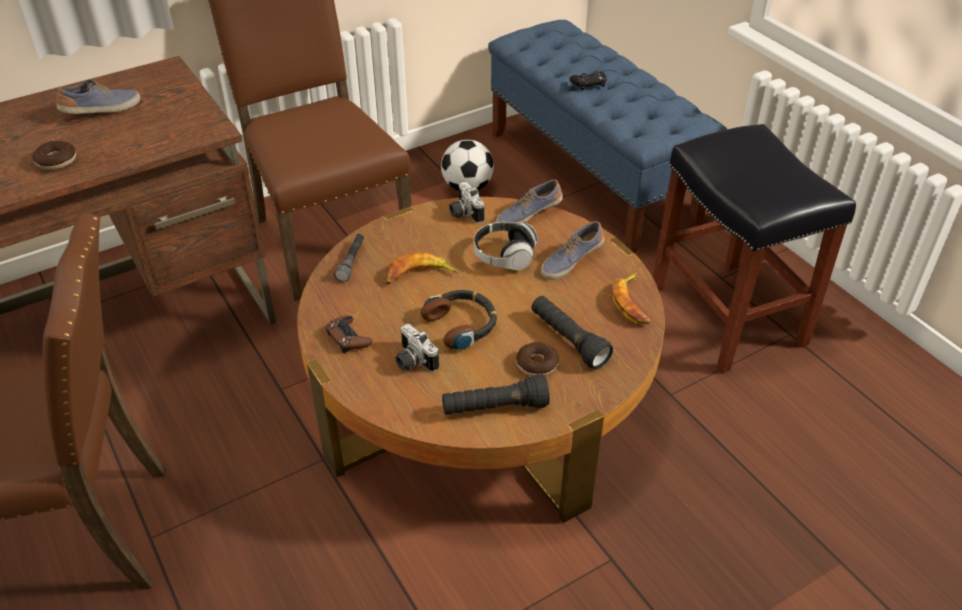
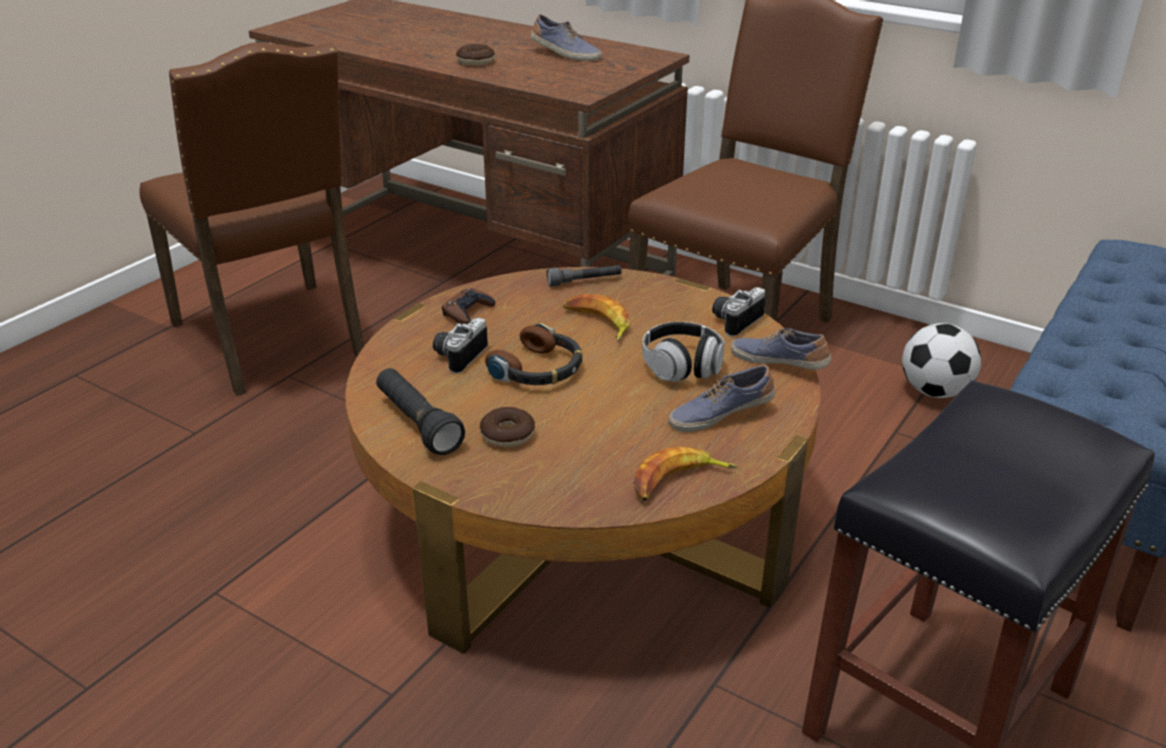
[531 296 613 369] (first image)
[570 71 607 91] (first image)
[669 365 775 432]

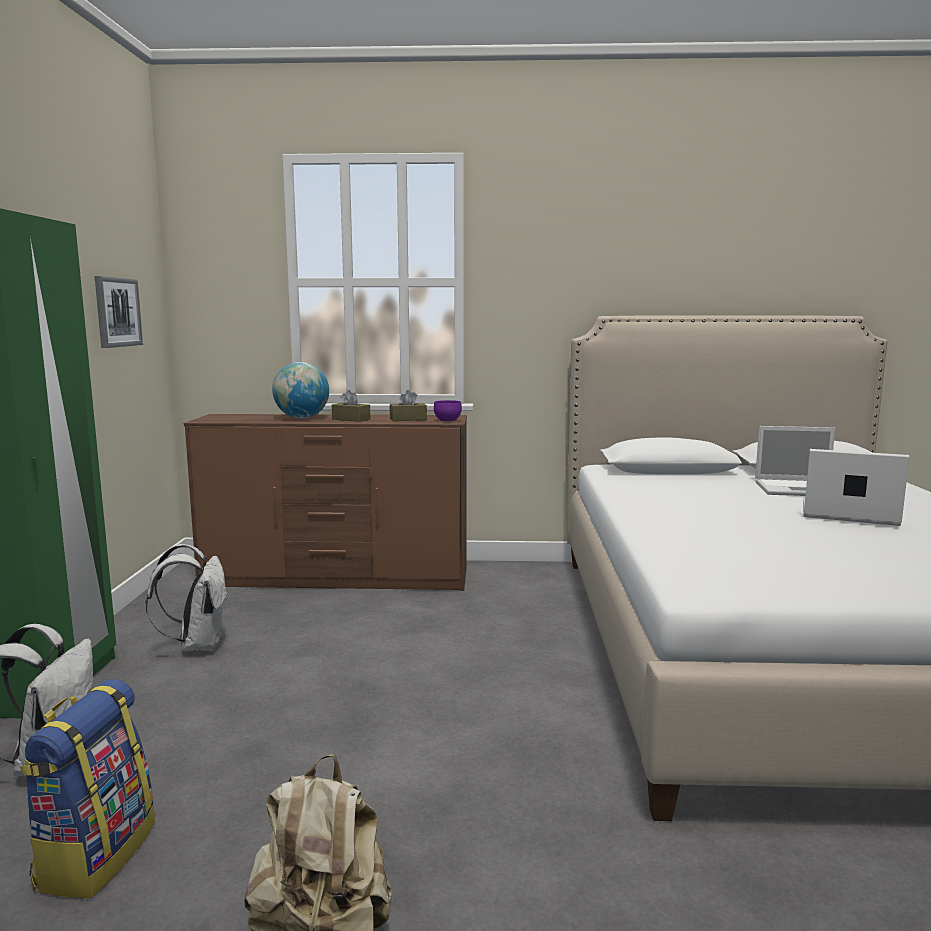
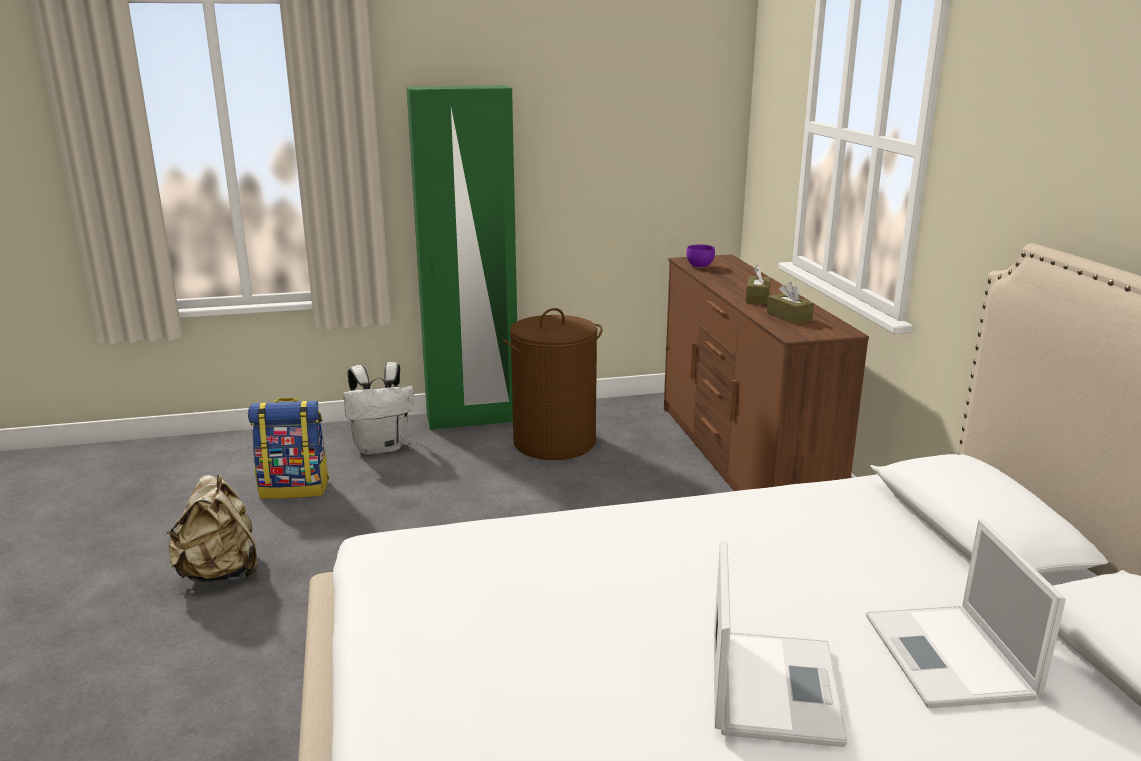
[95 276 143 348] (first image)
[272 362 329 418] (first image)
[686 245 715 268]
[502 308 602 460]

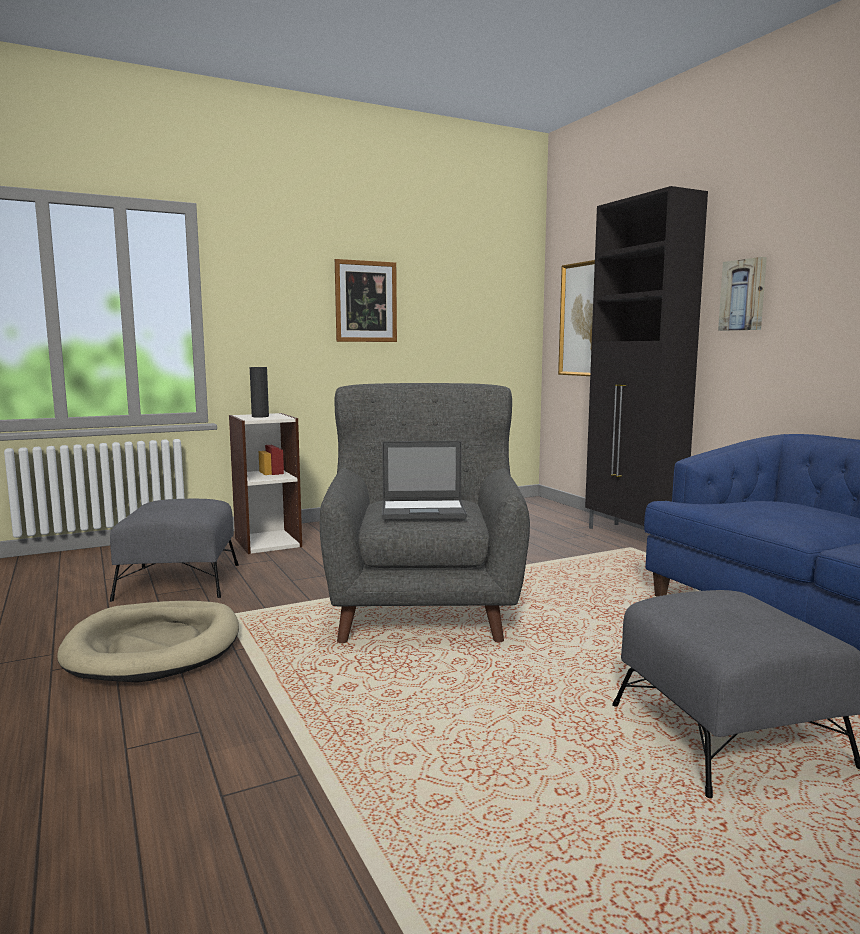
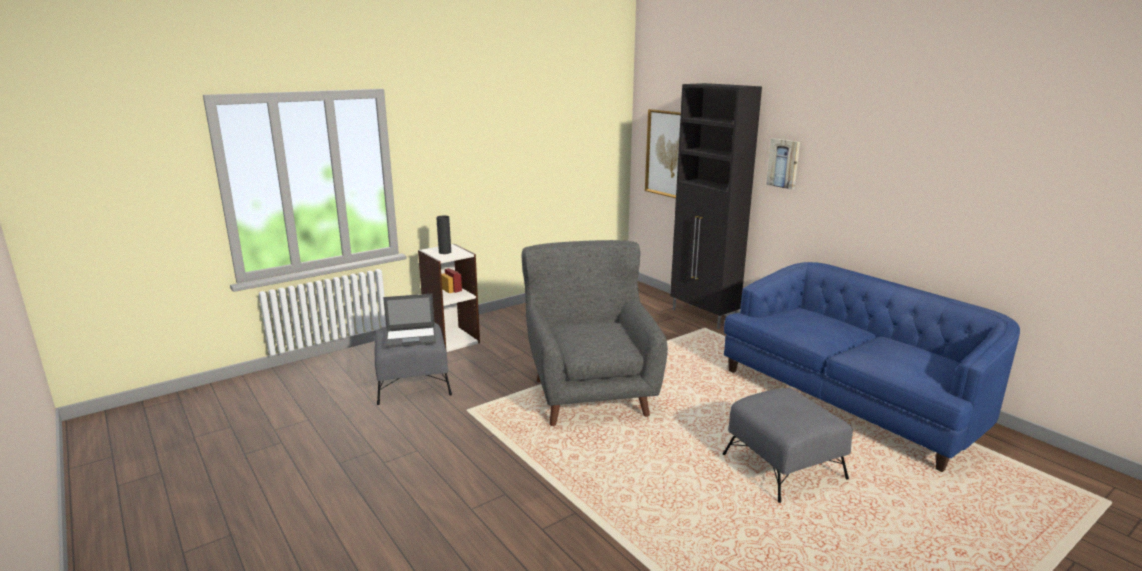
[57 601 239 682] (first image)
[335 259 397 342] (first image)
[383 294 436 348]

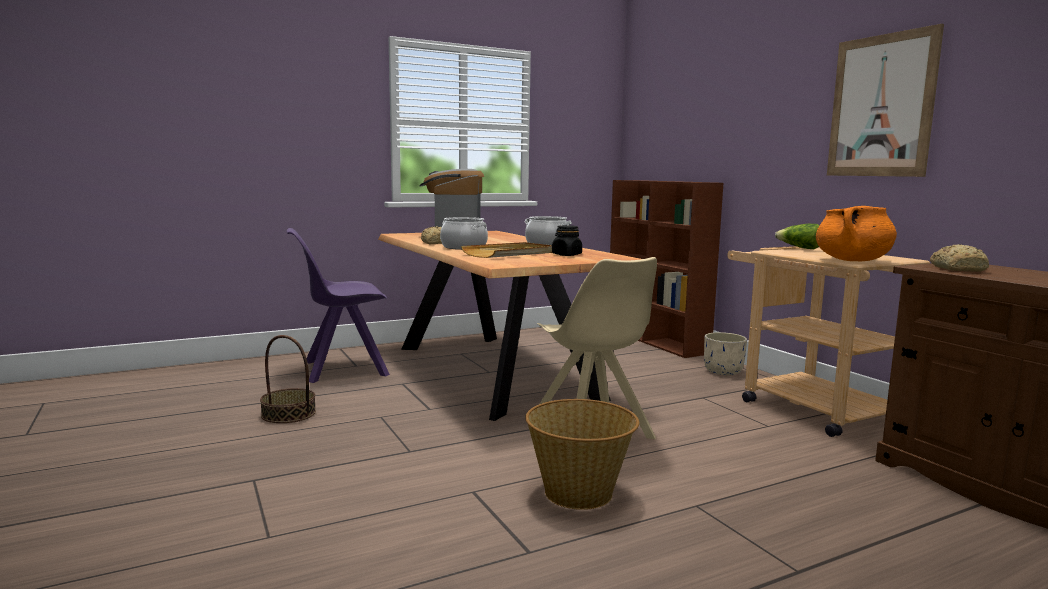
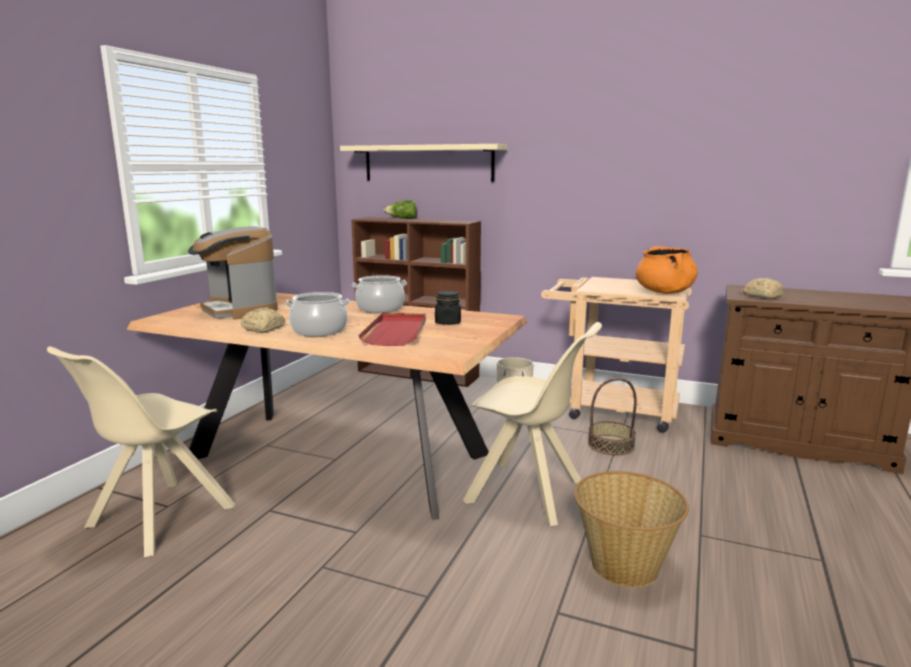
[827 24 944 177] (first image)
[340 144 508 182]
[588 378 637 455]
[384 200 416 219]
[47 346 235 557]
[358 313 426 346]

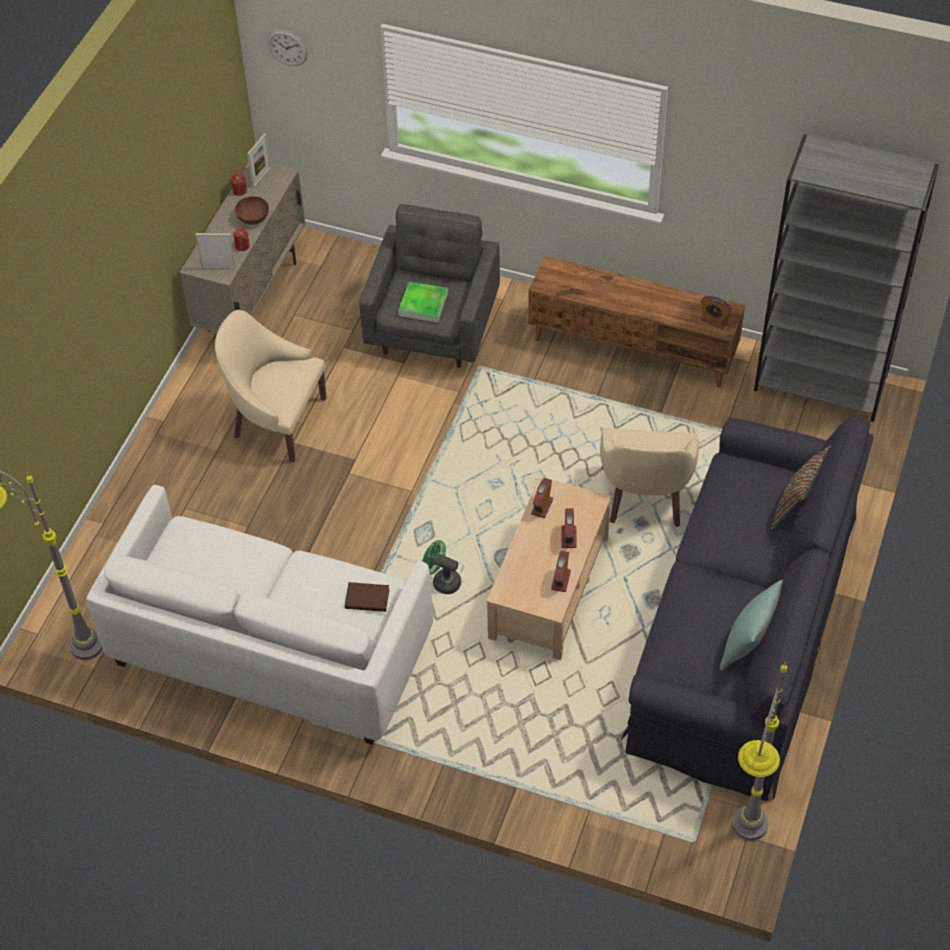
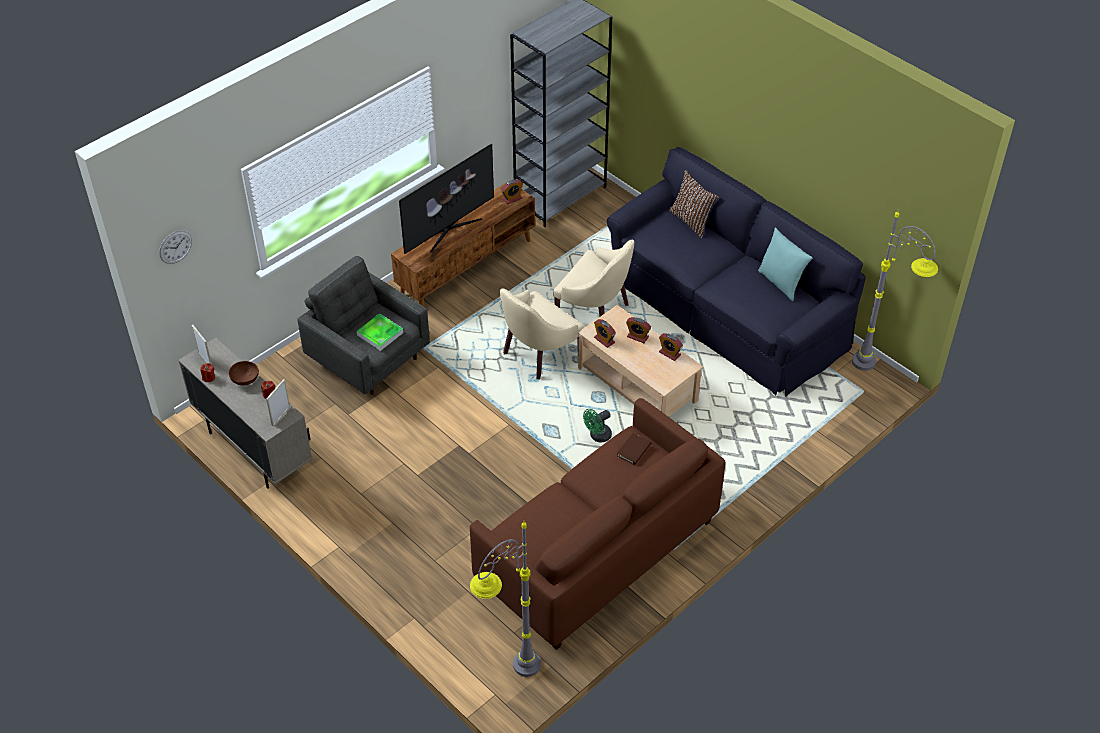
[399 144 494 254]
[500 288 585 380]
[470 398 725 650]

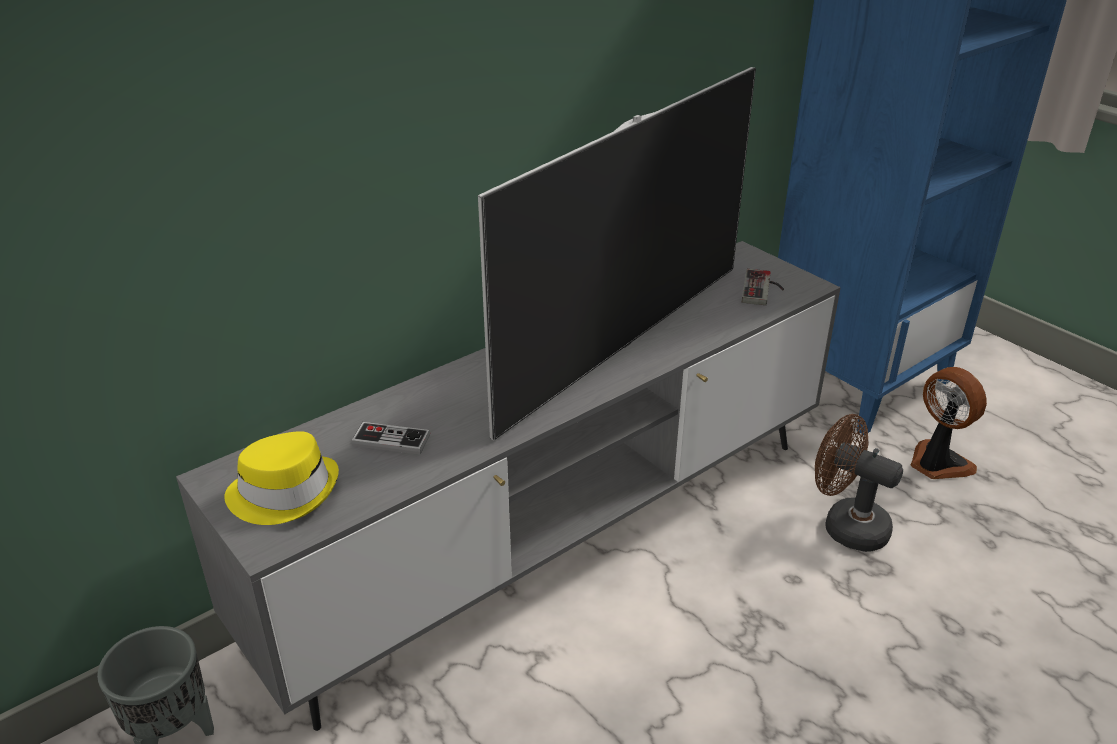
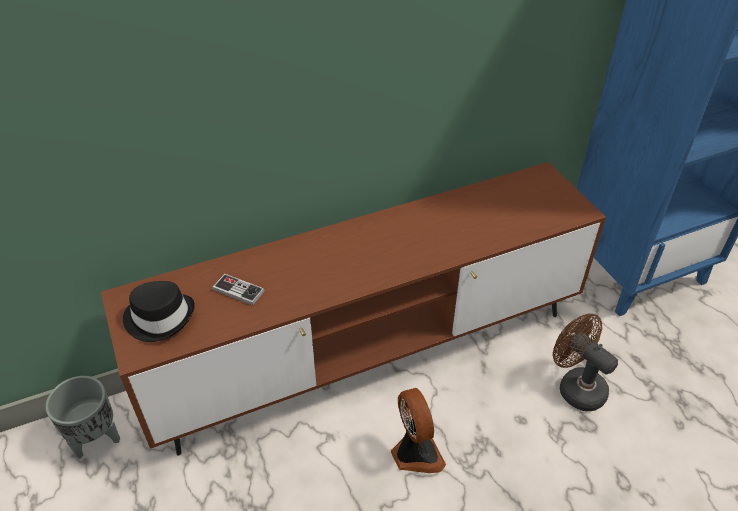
[478 67 756 440] (first image)
[742 269 784 305] (first image)
[391 388 446 473]
[101 162 606 456]
[123 281 195 342]

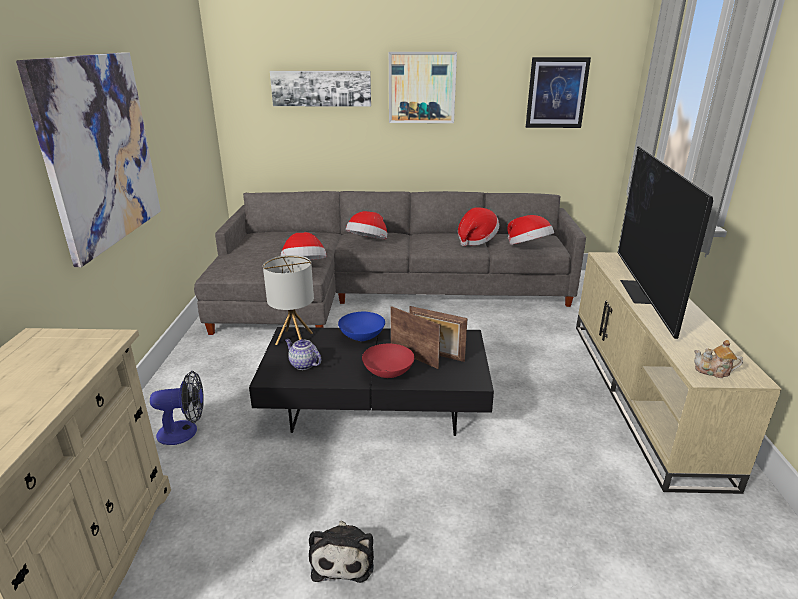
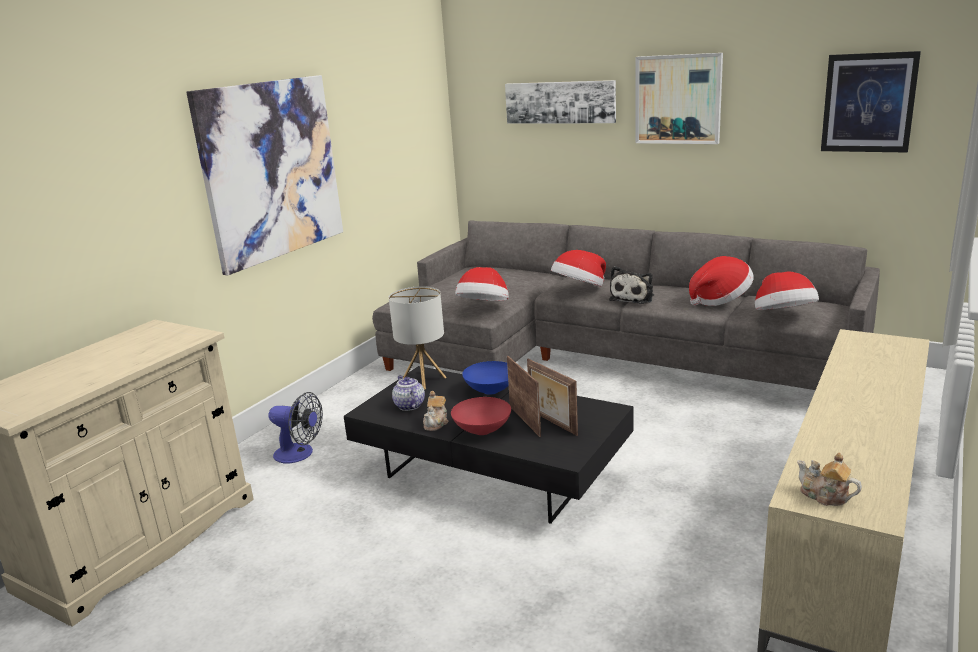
[618 146 713 339] (first image)
[423 391 448 431]
[609 266 654 304]

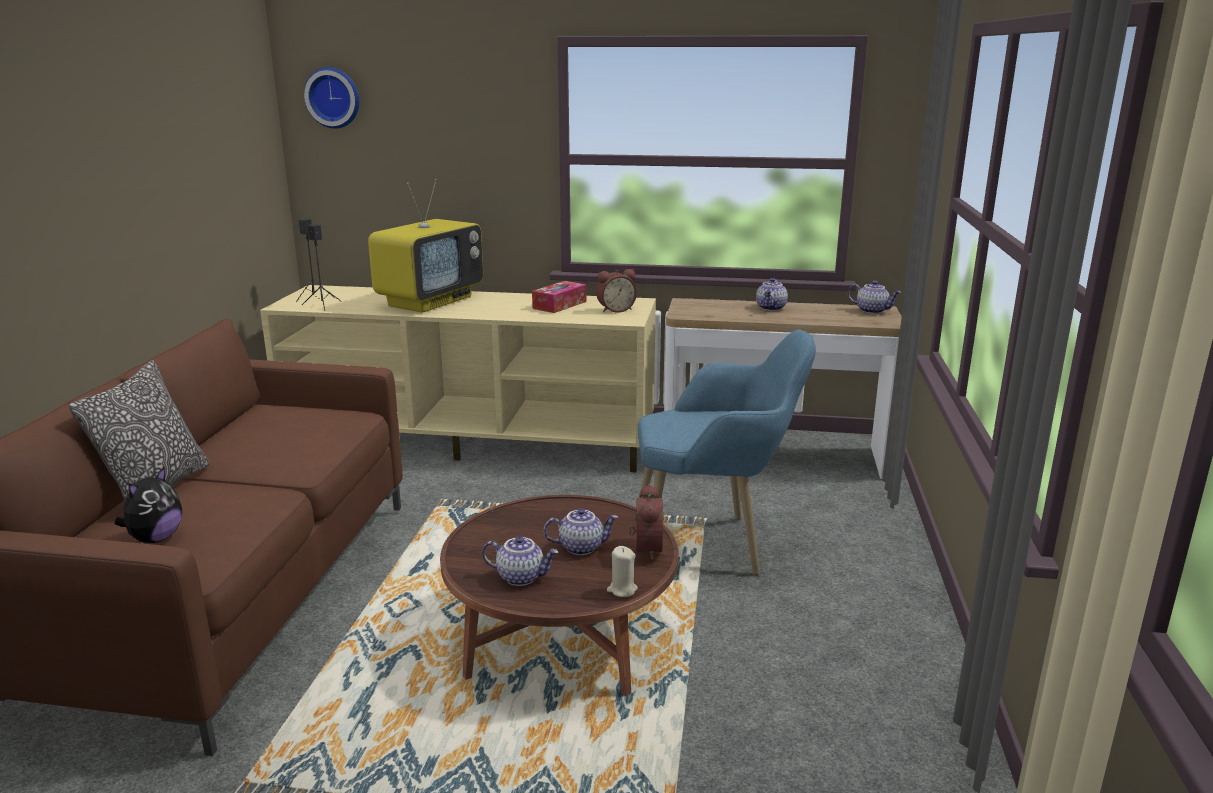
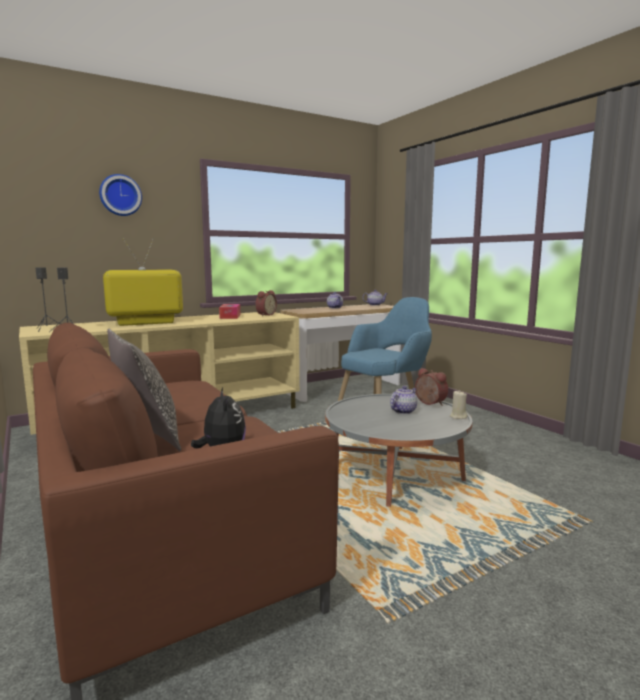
[482 536 558 586] (first image)
[99 174 142 216]
[325 394 473 507]
[103 238 183 326]

